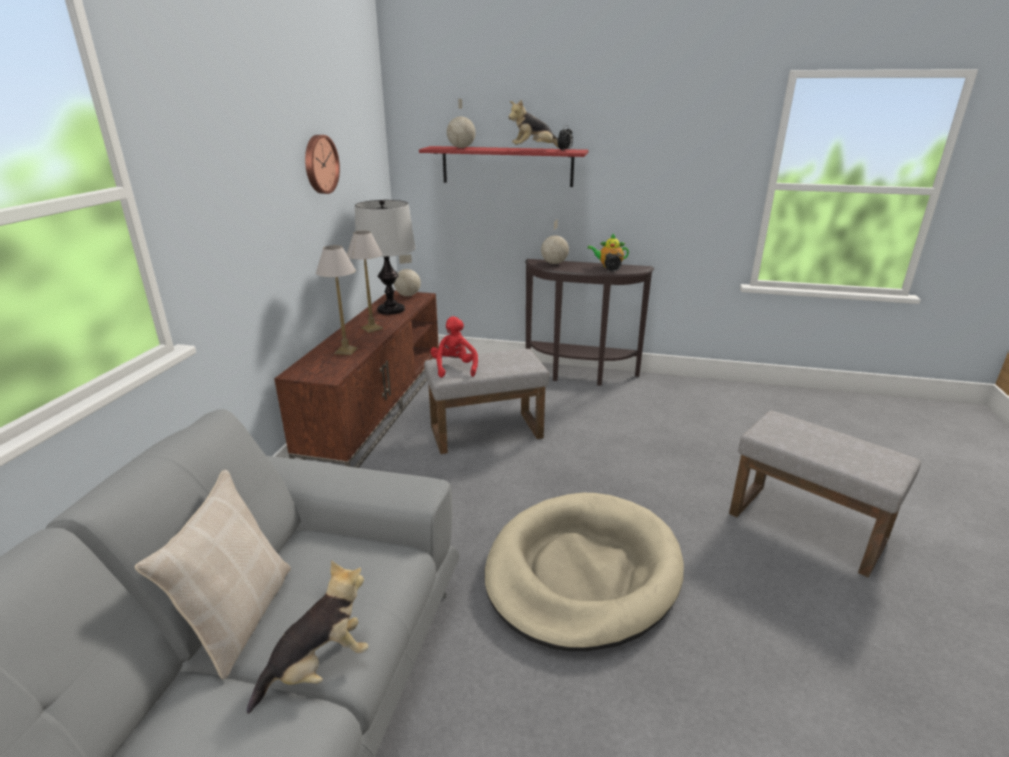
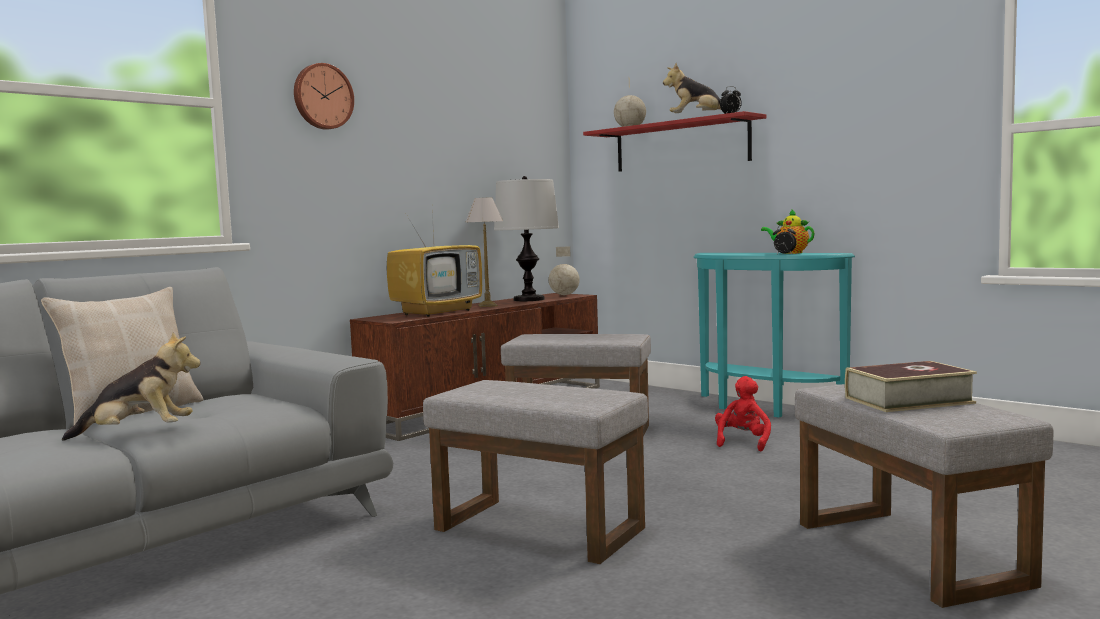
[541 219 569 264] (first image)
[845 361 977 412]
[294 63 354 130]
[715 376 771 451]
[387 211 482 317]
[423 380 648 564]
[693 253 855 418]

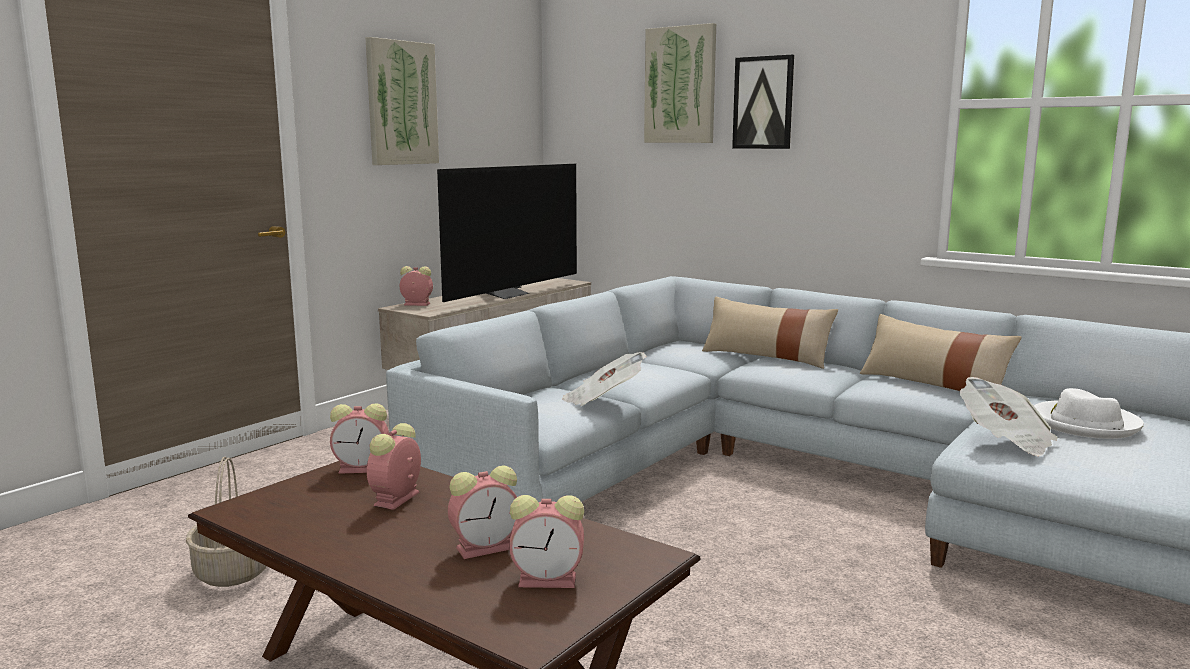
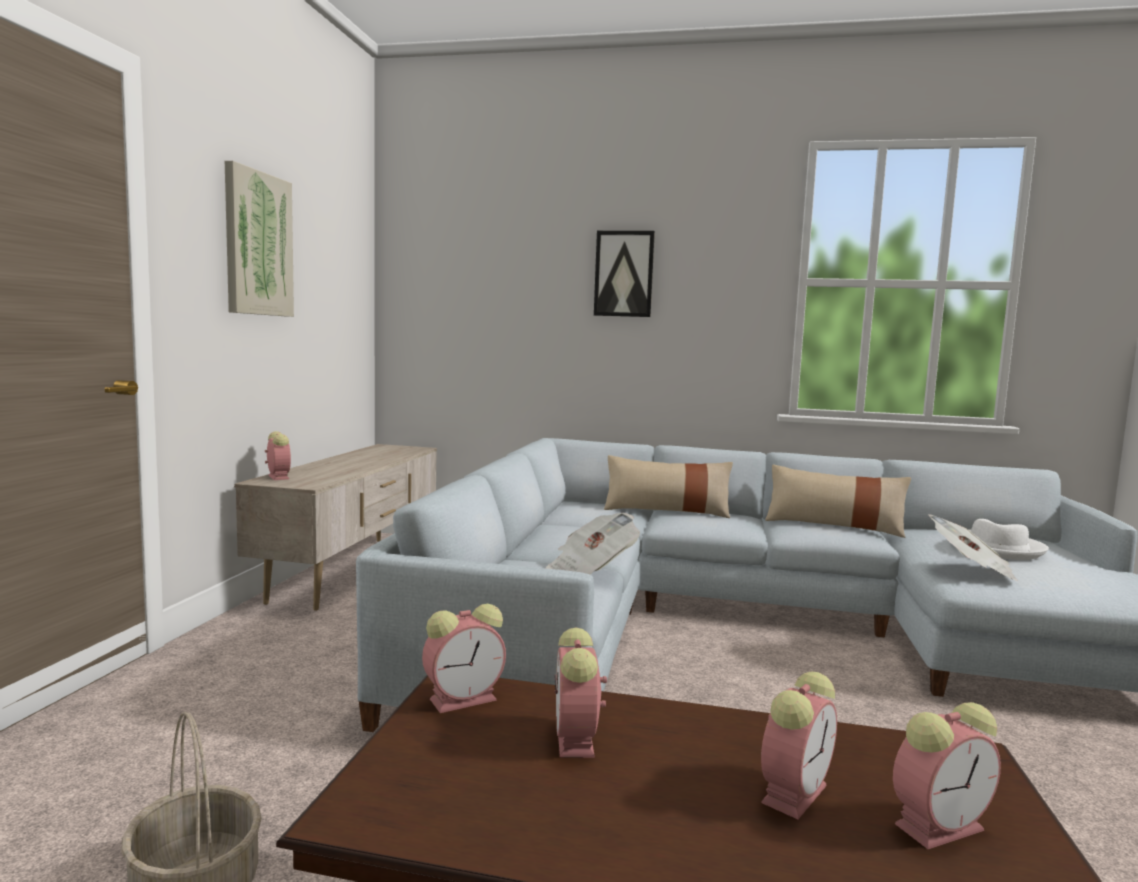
[437 164 577 302] (first image)
[644 23 716 143] (first image)
[265 431 291 480]

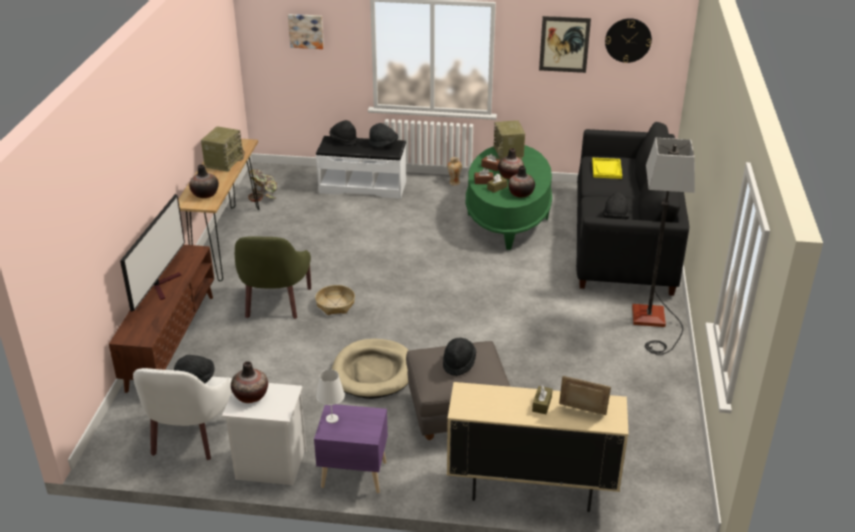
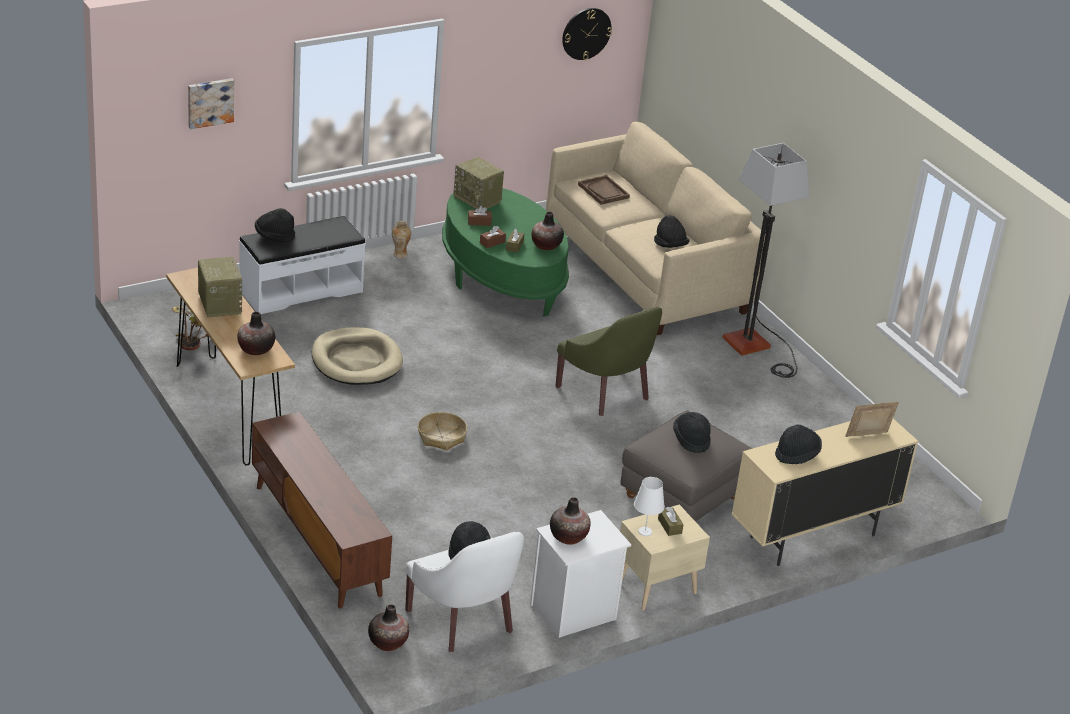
[120 194 185 312] (first image)
[539 16 591 73] (first image)
[555 307 662 416]
[312 327 403 385]
[775 424 822 464]
[368 604 409 651]
[658 507 684 536]
[620 504 710 611]
[546 122 765 335]
[578 175 630 205]

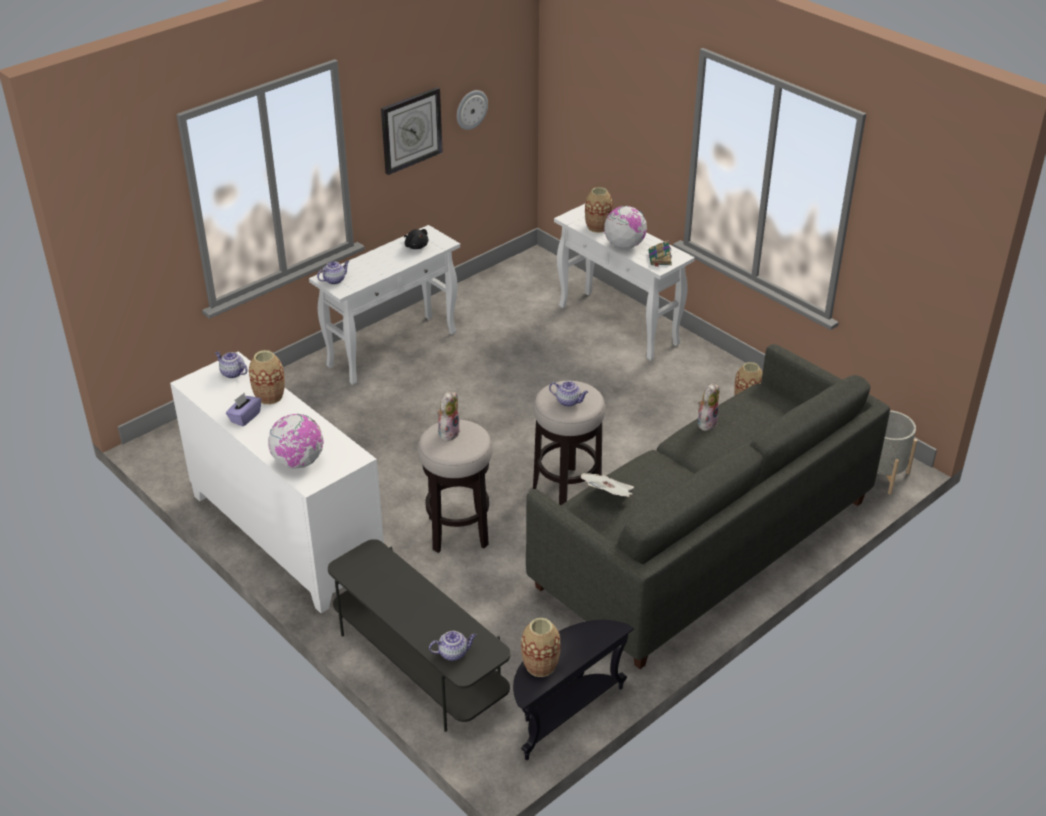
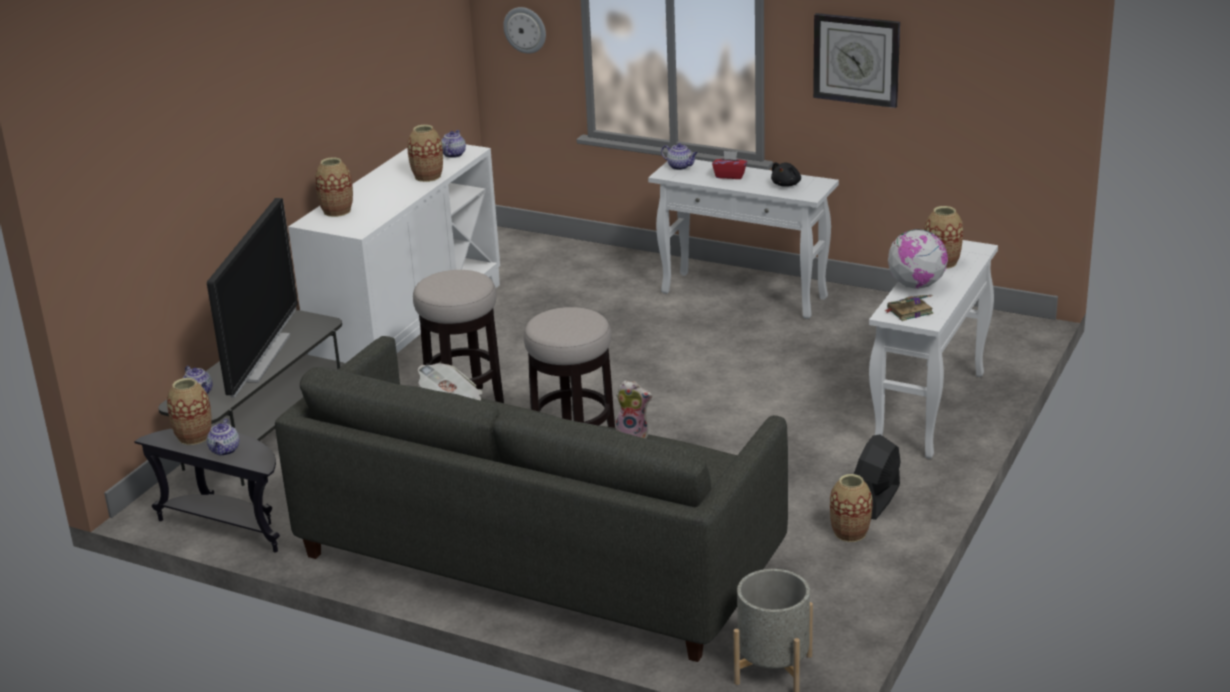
[226 393 261 426] (first image)
[437 391 460 443] (first image)
[207 198 298 398]
[712 151 747 179]
[854 434 901 520]
[503 7 546 54]
[207 418 239 456]
[315 157 353 217]

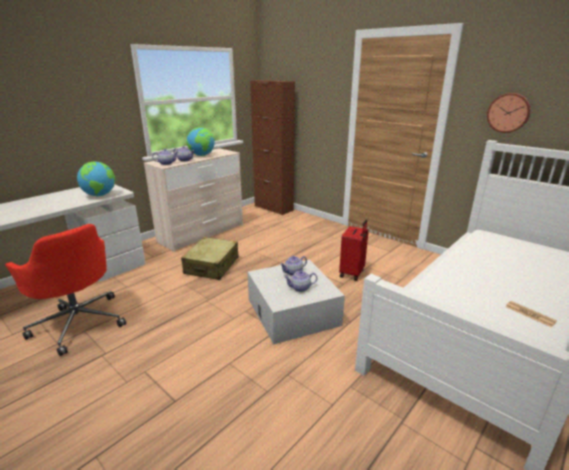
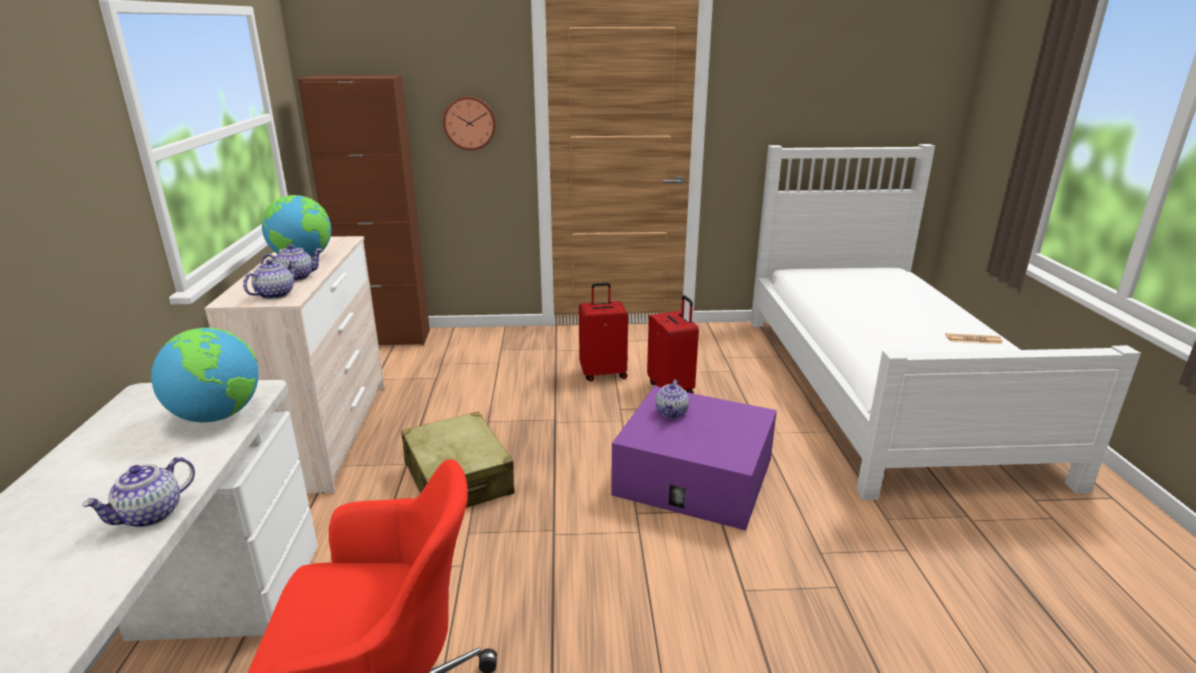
[579 283 628 381]
[82 457 195 528]
[443 96 496 151]
[611 386 777 531]

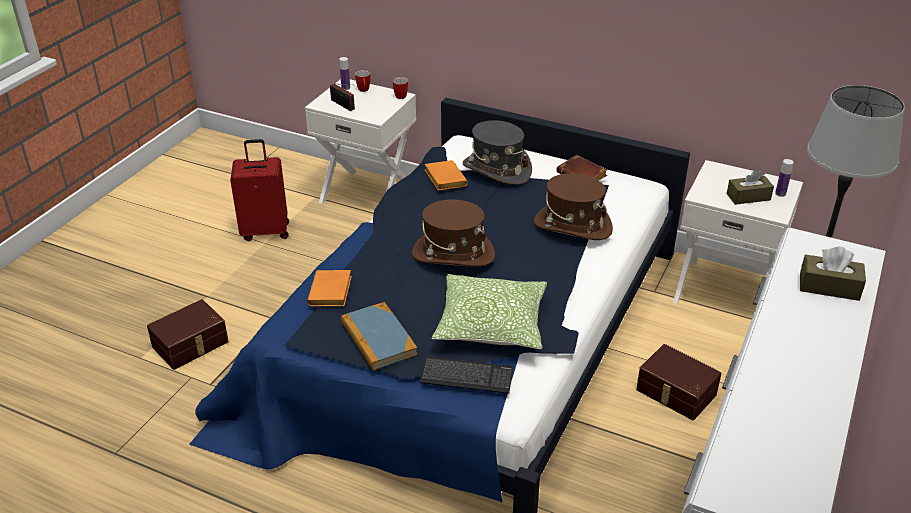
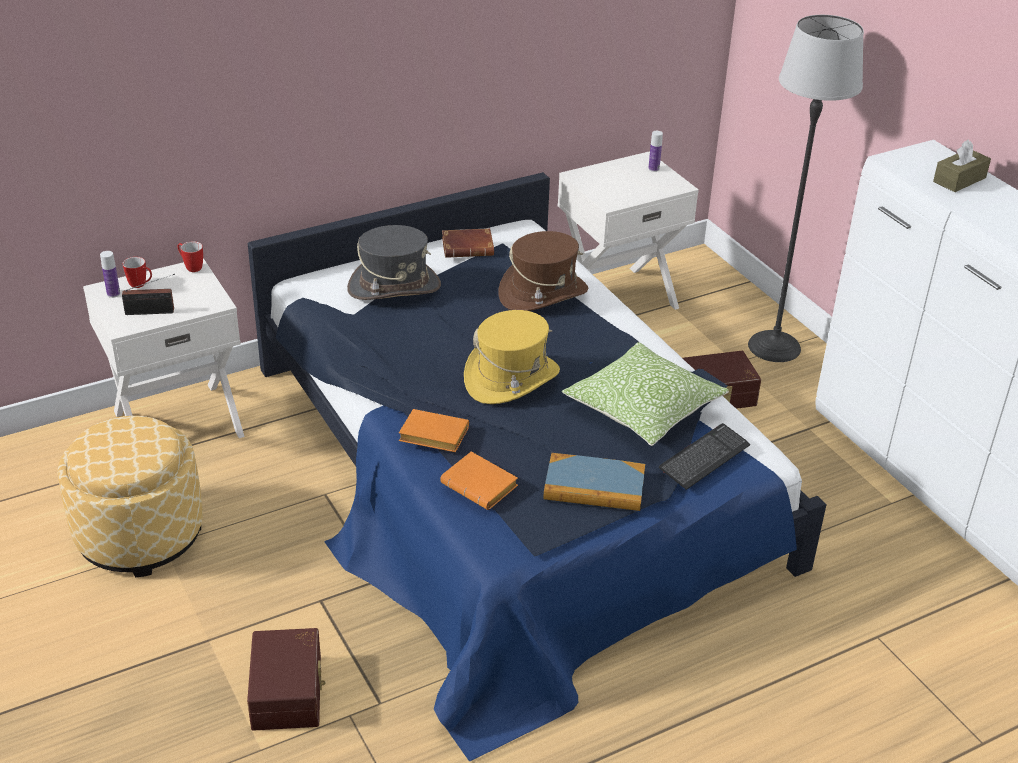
[727 170 774 205] (first image)
[399 409 469 452]
[57 416 203 577]
[464 310 560 404]

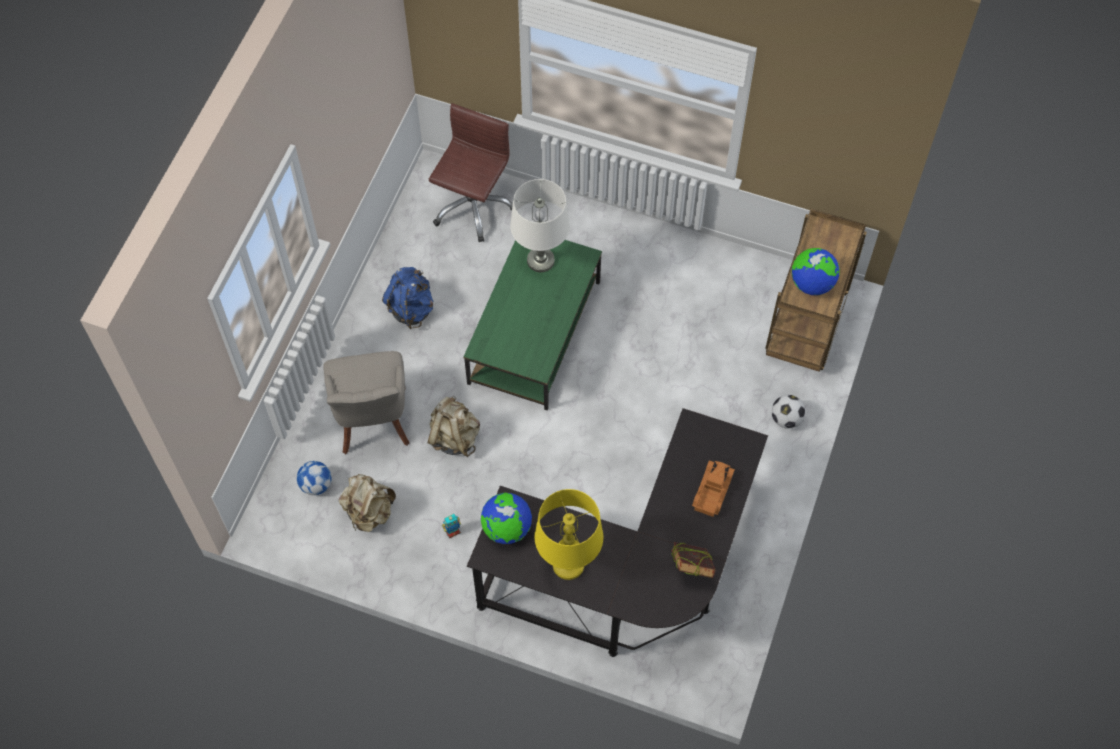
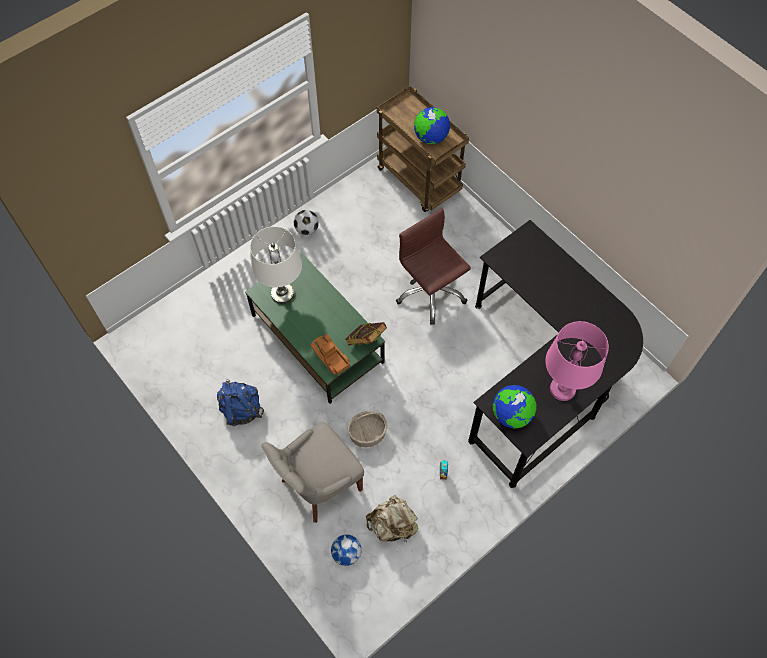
[396 208 471 325]
[345 322 387 345]
[310 334 350 375]
[294 210 319 235]
[348 411 387 447]
[545 321 609 401]
[261 422 364 523]

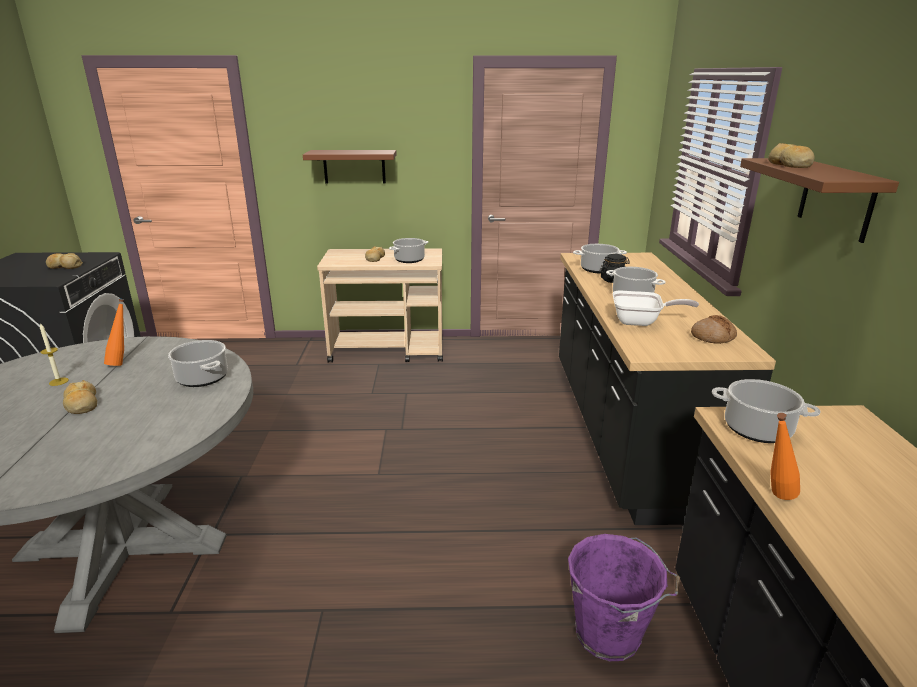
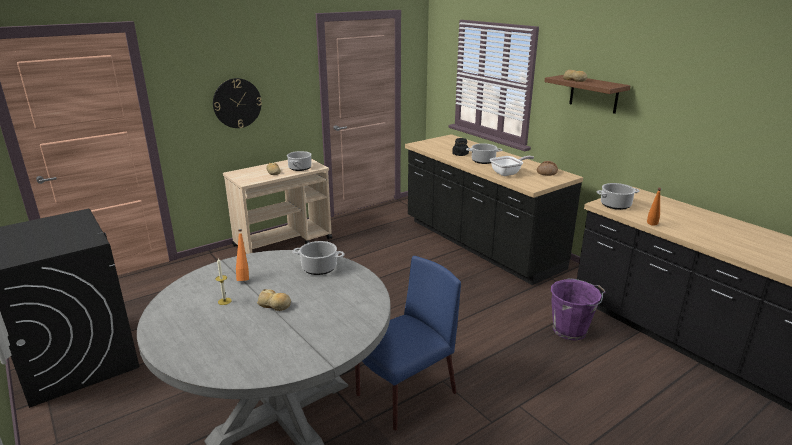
[46 253 83 269] (first image)
[573 244 627 274] (first image)
[355 256 461 431]
[213 78 262 128]

